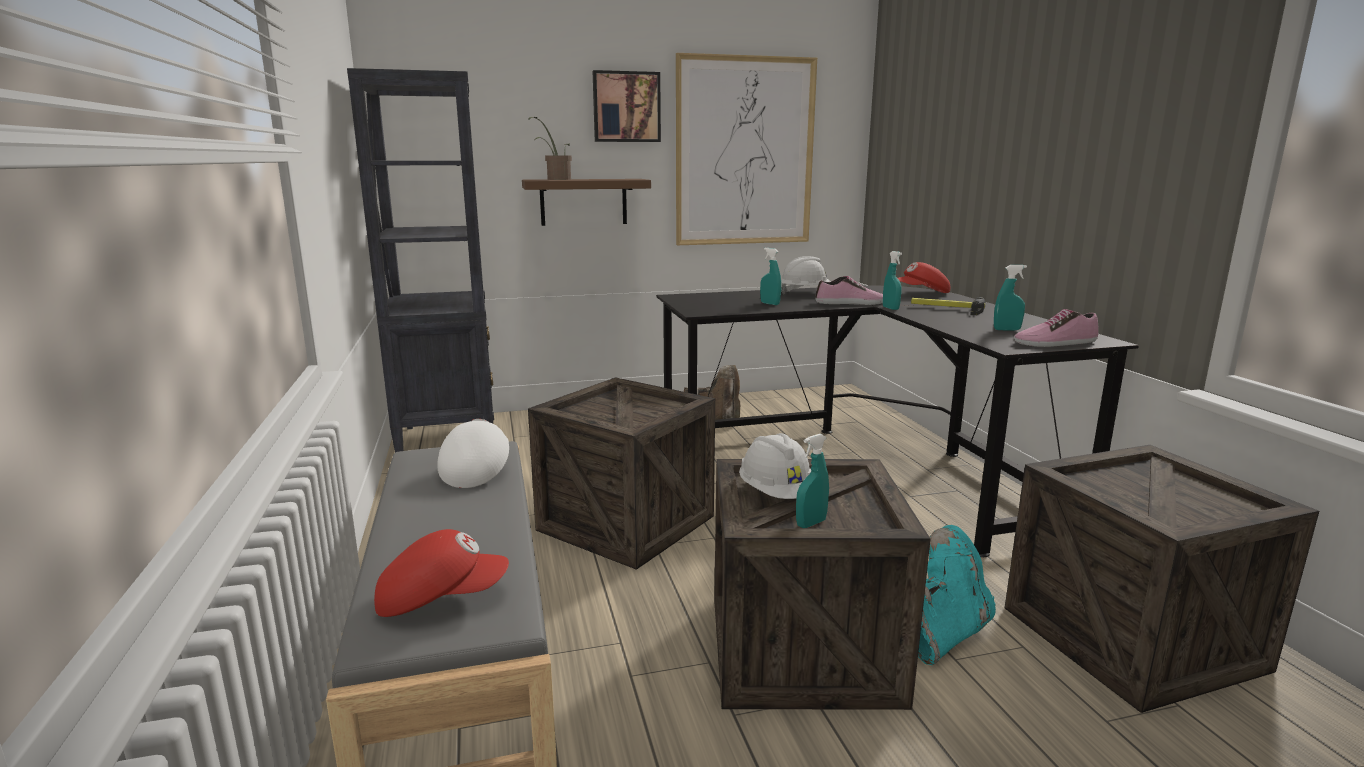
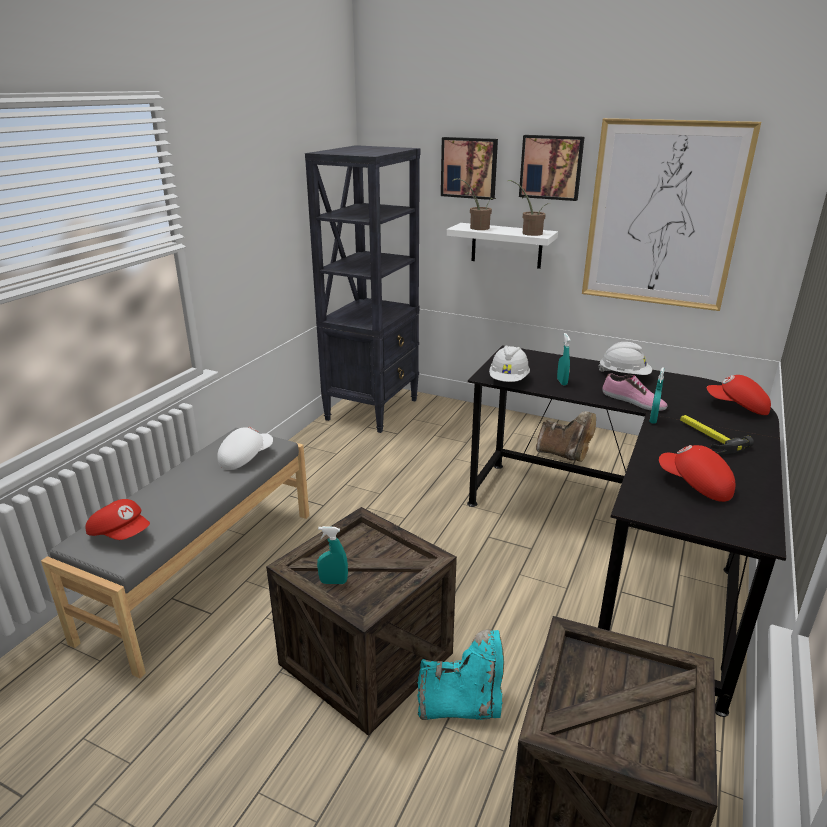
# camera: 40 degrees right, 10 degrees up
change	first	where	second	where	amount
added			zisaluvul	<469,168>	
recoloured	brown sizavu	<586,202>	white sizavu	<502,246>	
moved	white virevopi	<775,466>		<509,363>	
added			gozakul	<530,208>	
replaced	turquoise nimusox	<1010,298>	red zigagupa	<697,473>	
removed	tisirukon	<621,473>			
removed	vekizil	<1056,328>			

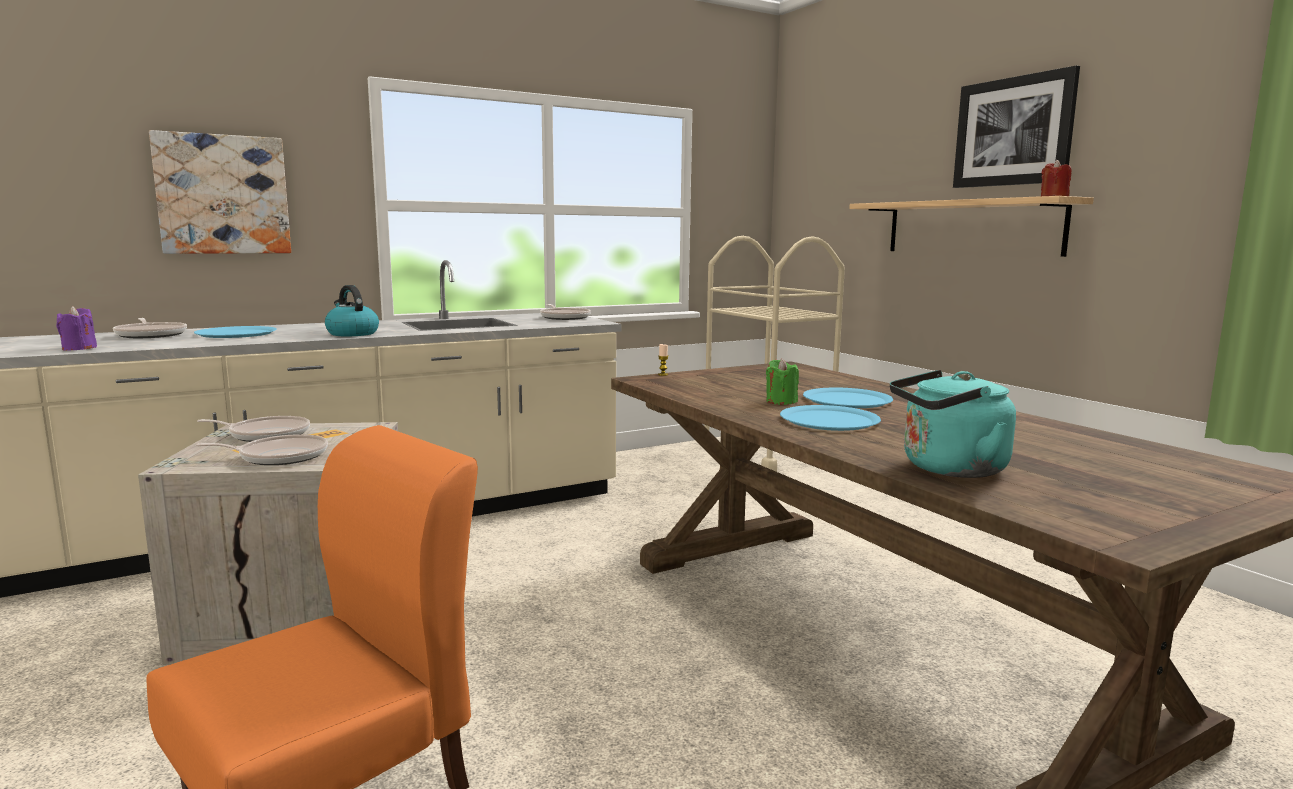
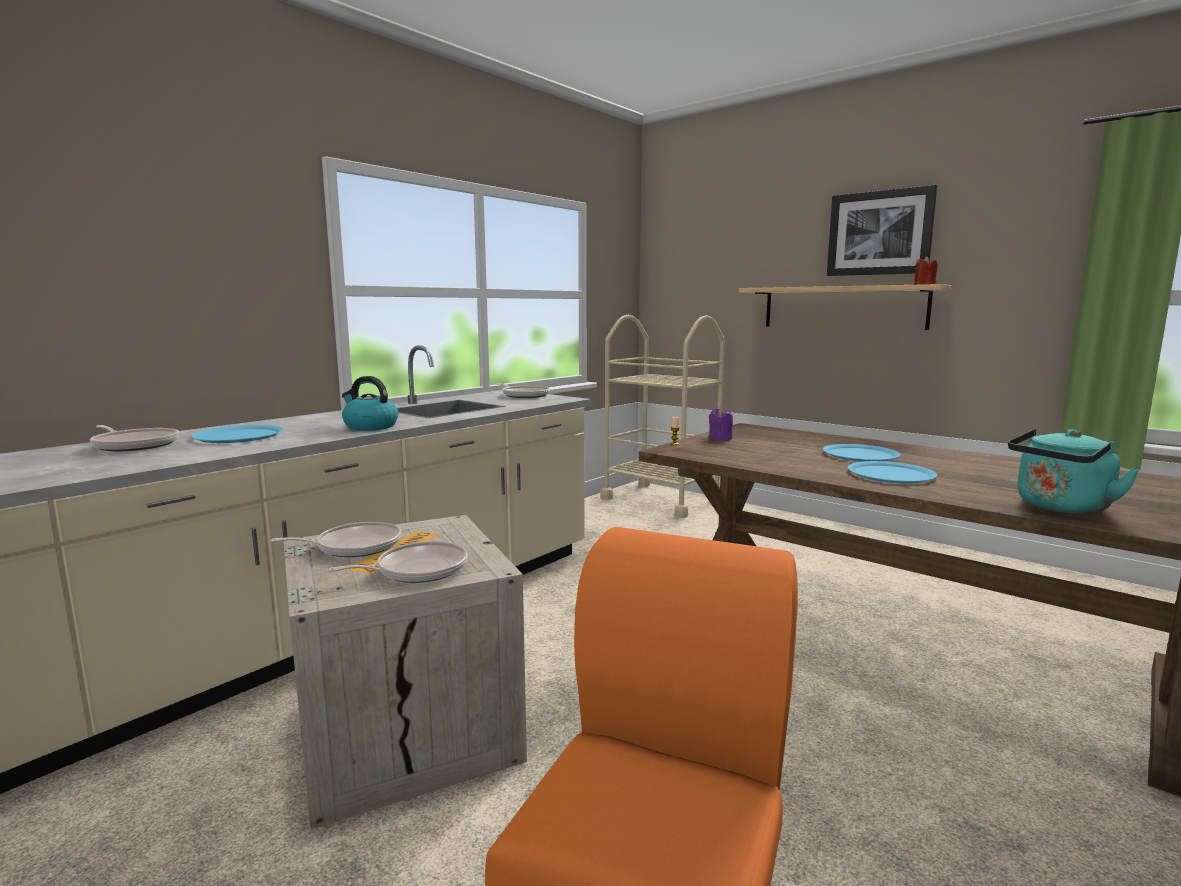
# camera: 20 degrees left, 0 degrees up
change	first	where	second	where	amount
moved	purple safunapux	<76,328>		<721,424>	
removed	zisaluvul	<220,192>			
removed	green safunapux	<782,381>			

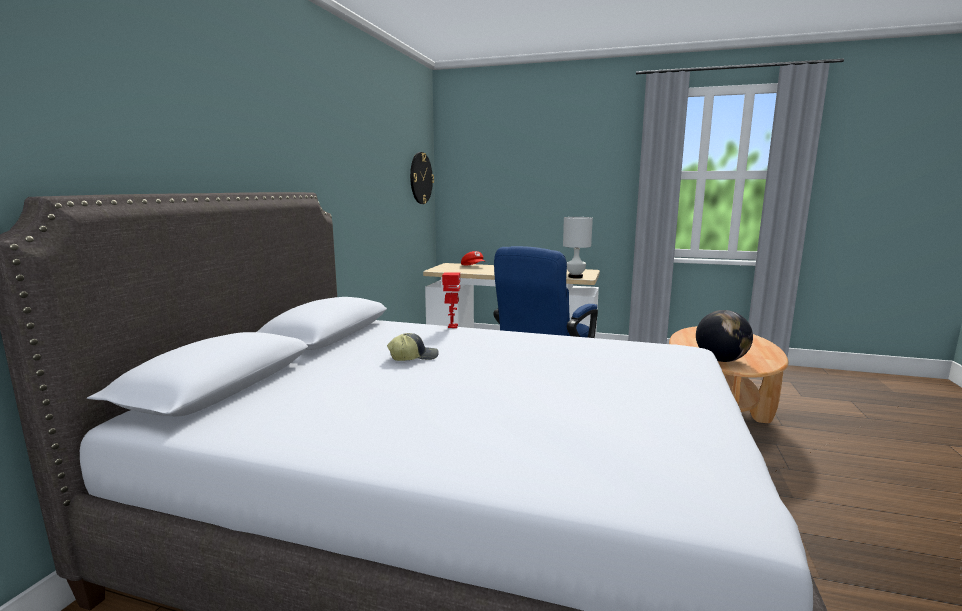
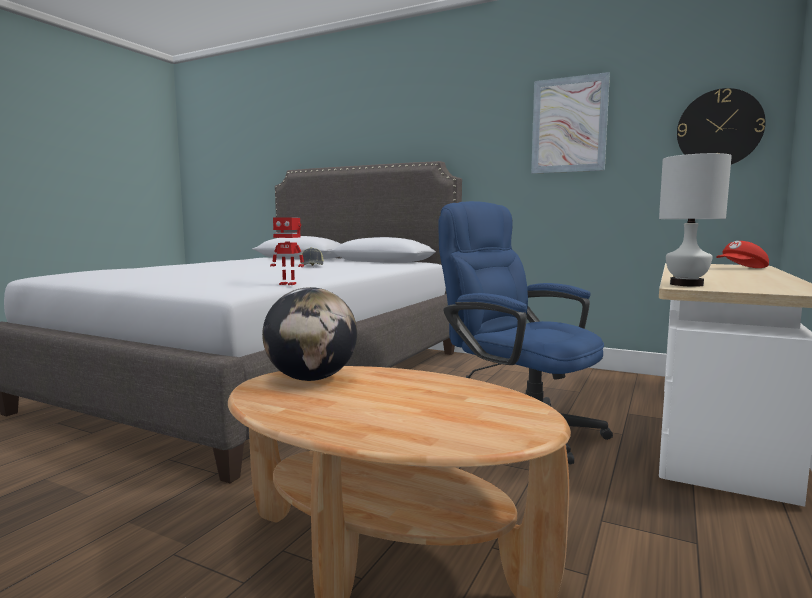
# camera: 100 degrees right, 5 degrees down
change	first	where	second	where	amount
moved	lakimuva	<451,300>		<287,251>	
added			zisaluvul	<570,123>	

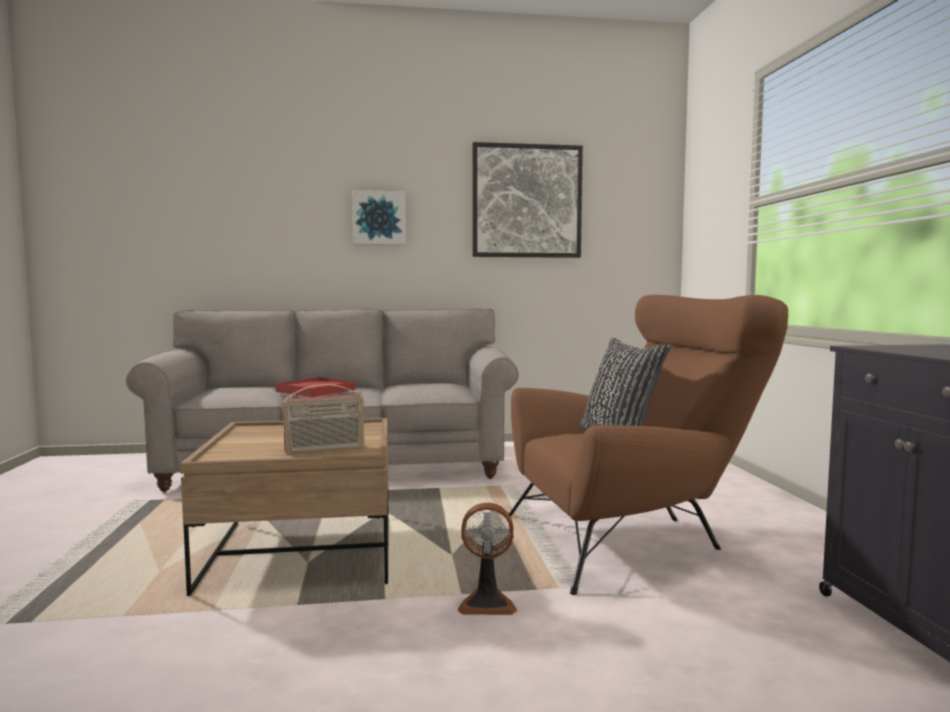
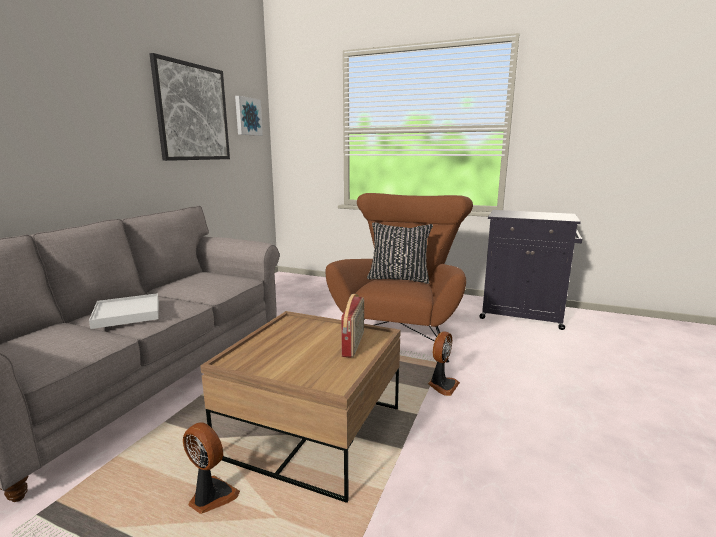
# camera: 60 degrees left, 10 degrees up
change	first	where	second	where	amount
recoloured	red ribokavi	<315,387>	white ribokavi	<124,311>	
added			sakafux	<211,468>	
moved	zisaluvul	<379,217>		<249,116>	

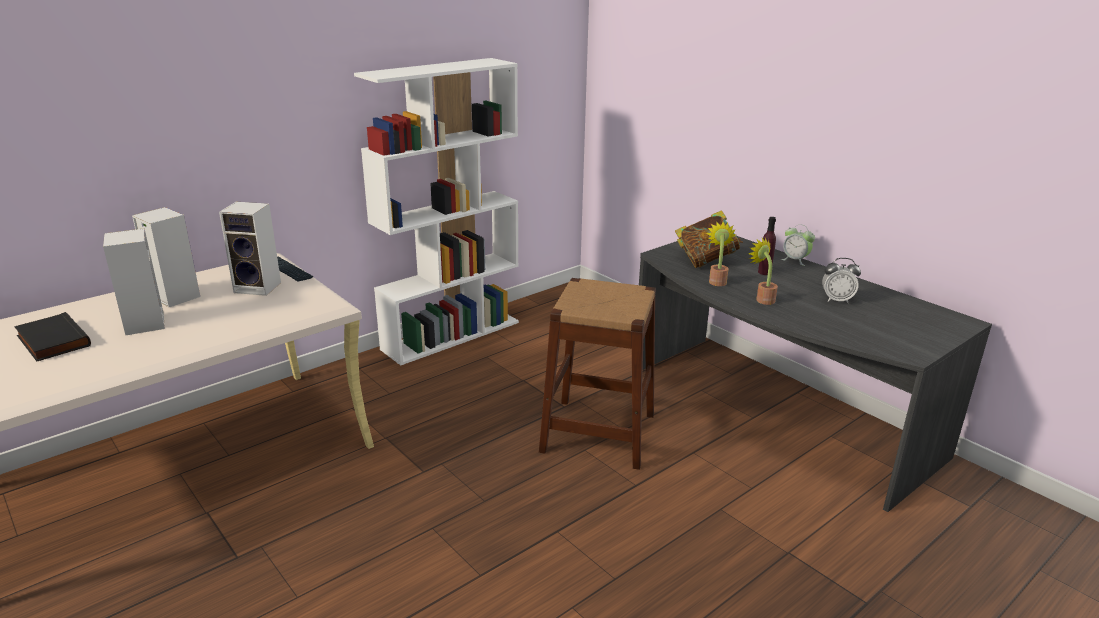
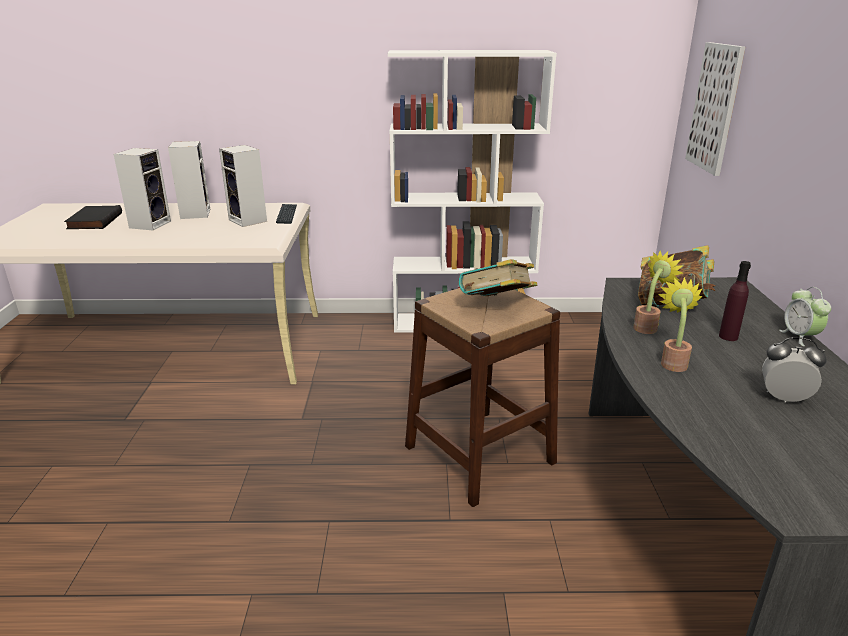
# camera: 40 degrees right, 0 degrees up
change	first	where	second	where	amount
added			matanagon	<498,277>	
added			zisaluvul	<715,109>	
turned	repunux	<841,280>		<794,370>	150 degrees clockwise

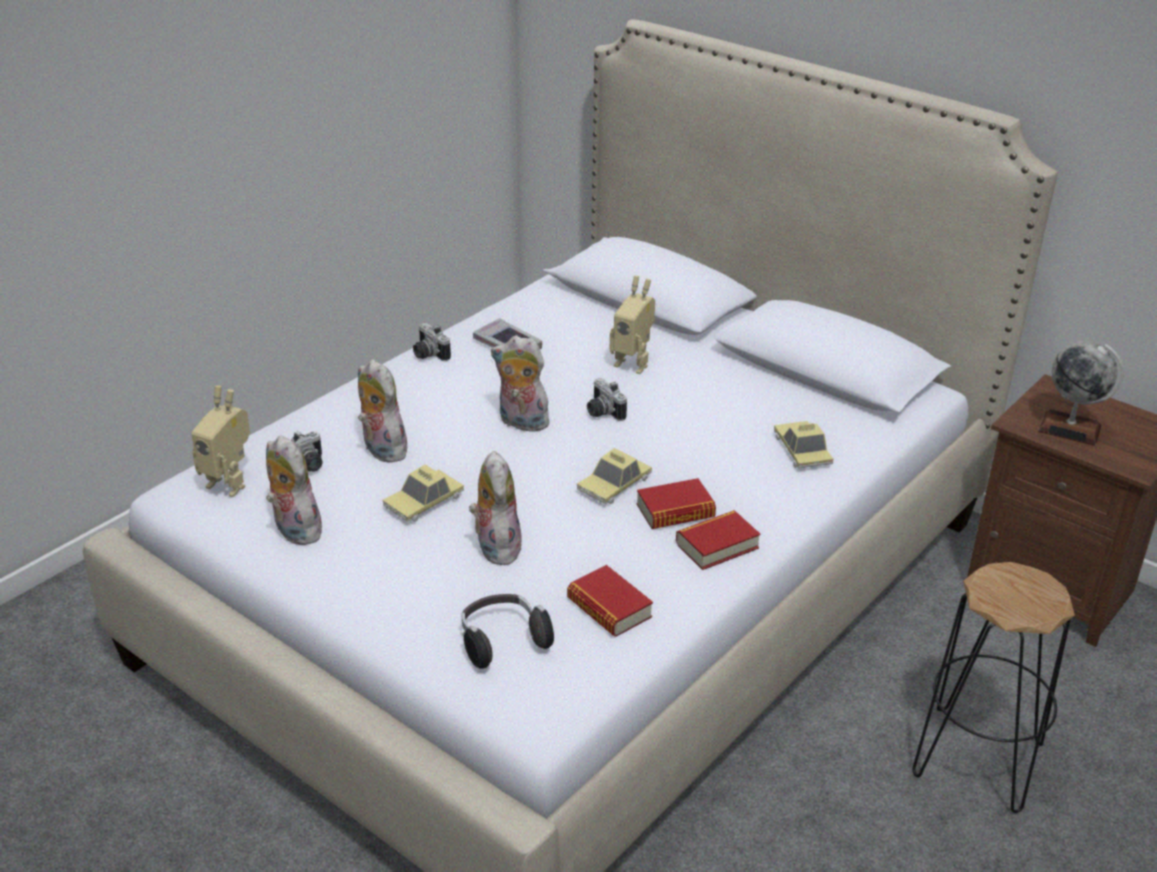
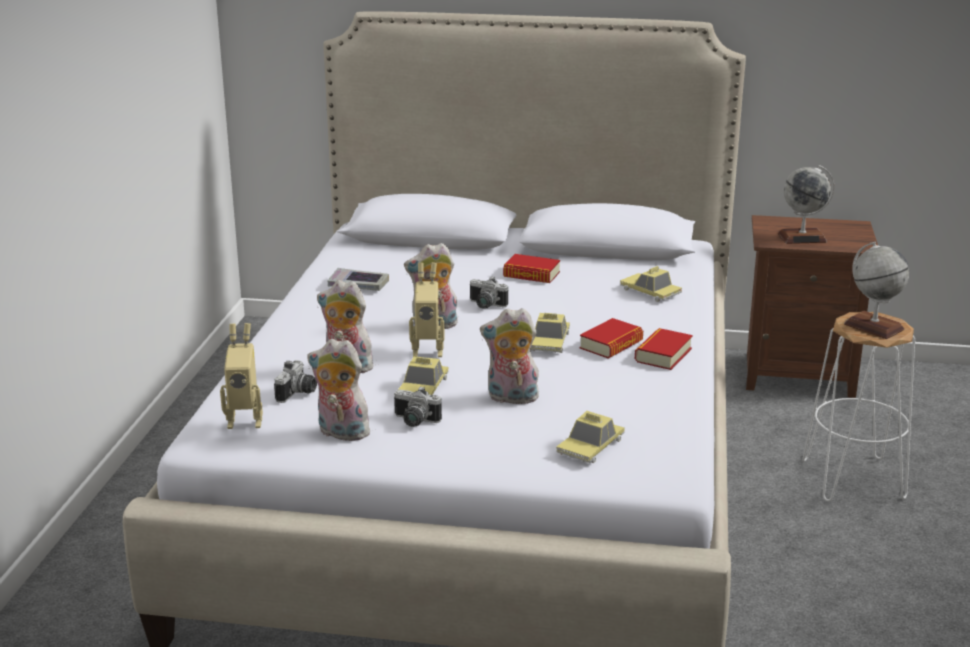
# camera: 30 degrees left, 10 degrees down
change	first	where	second	where	amount
moved	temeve	<432,342>		<418,406>	
moved	lakimuva	<632,324>		<427,310>	
turned	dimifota	<495,508>		<509,356>	45 degrees counterclockwise
moved	matanagon	<610,601>		<531,268>	
replaced	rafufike	<508,631>	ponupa	<590,437>	
recoloured	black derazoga	<993,687>	white derazoga	<858,406>	
added			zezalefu	<876,290>	

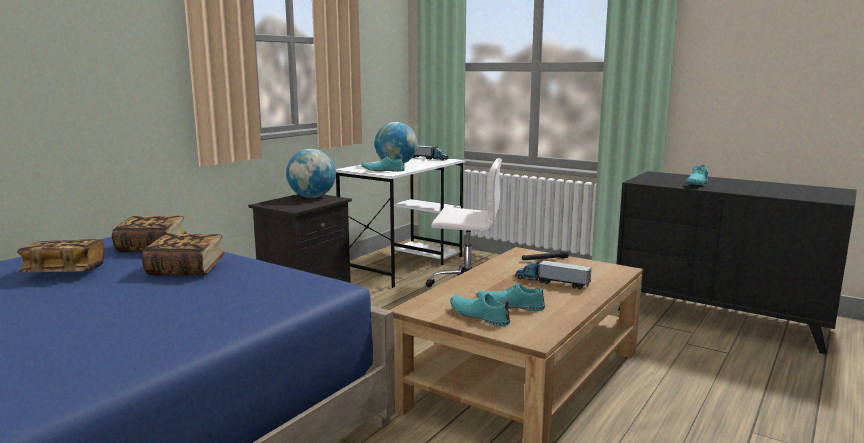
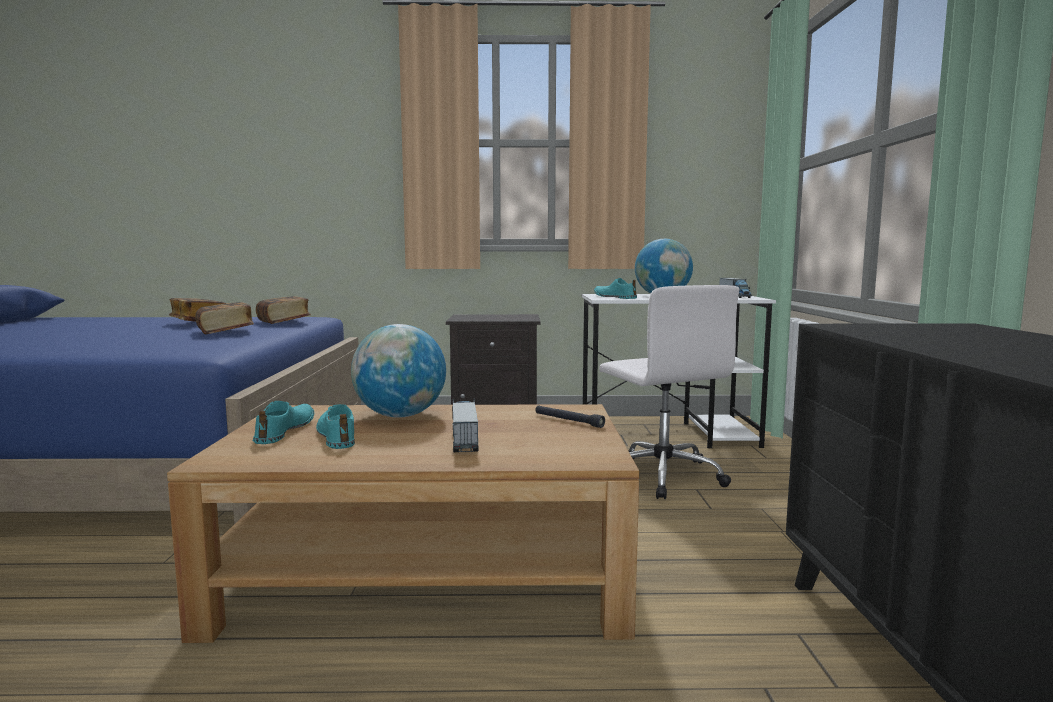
# camera: 55 degrees right, 5 degrees down
change	first	where	second	where	amount
moved	zezalefu	<311,173>		<398,371>	
removed	turquoise vekizil	<696,175>			

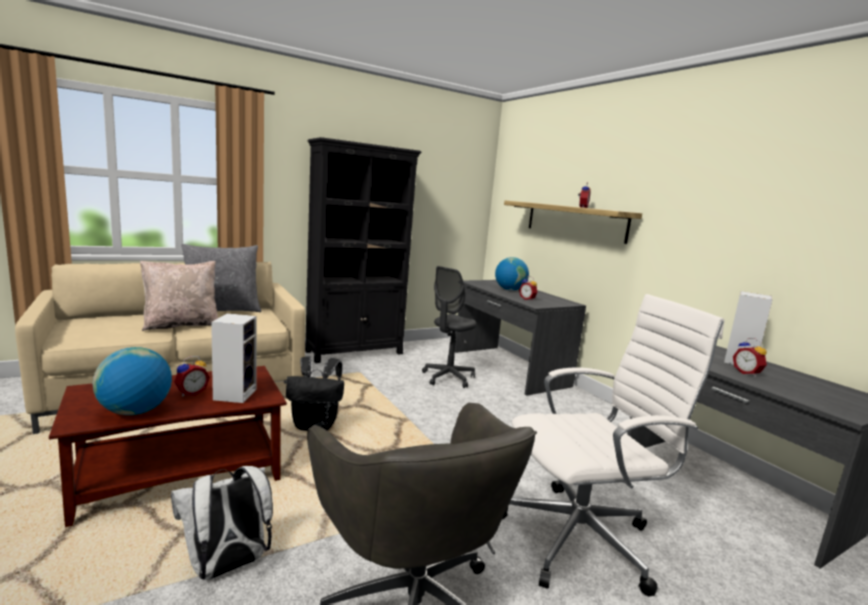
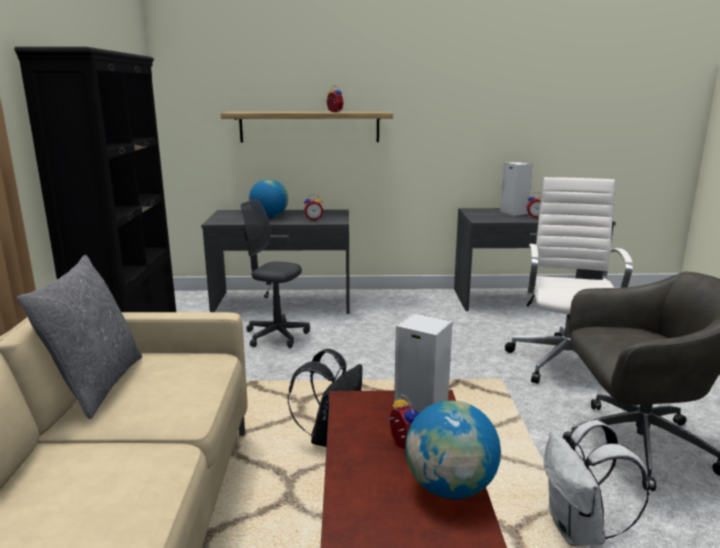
# camera: 60 degrees left, 5 degrees up
change	first	where	second	where	amount
turned	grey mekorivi	<449,327>		<275,273>	135 degrees clockwise
removed	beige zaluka	<179,296>			

